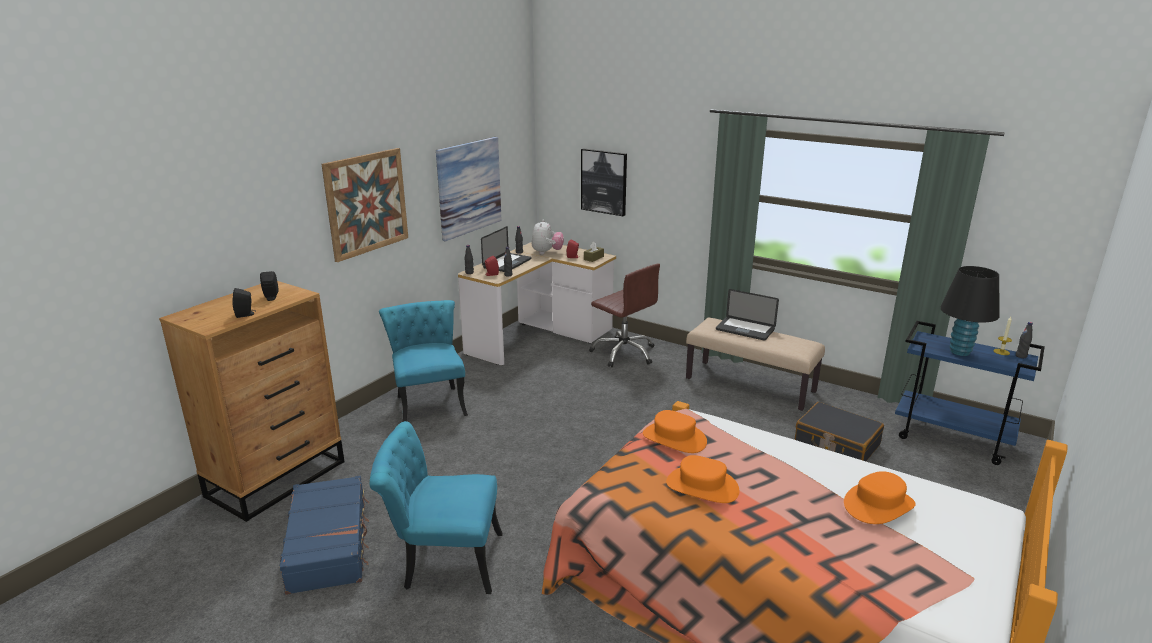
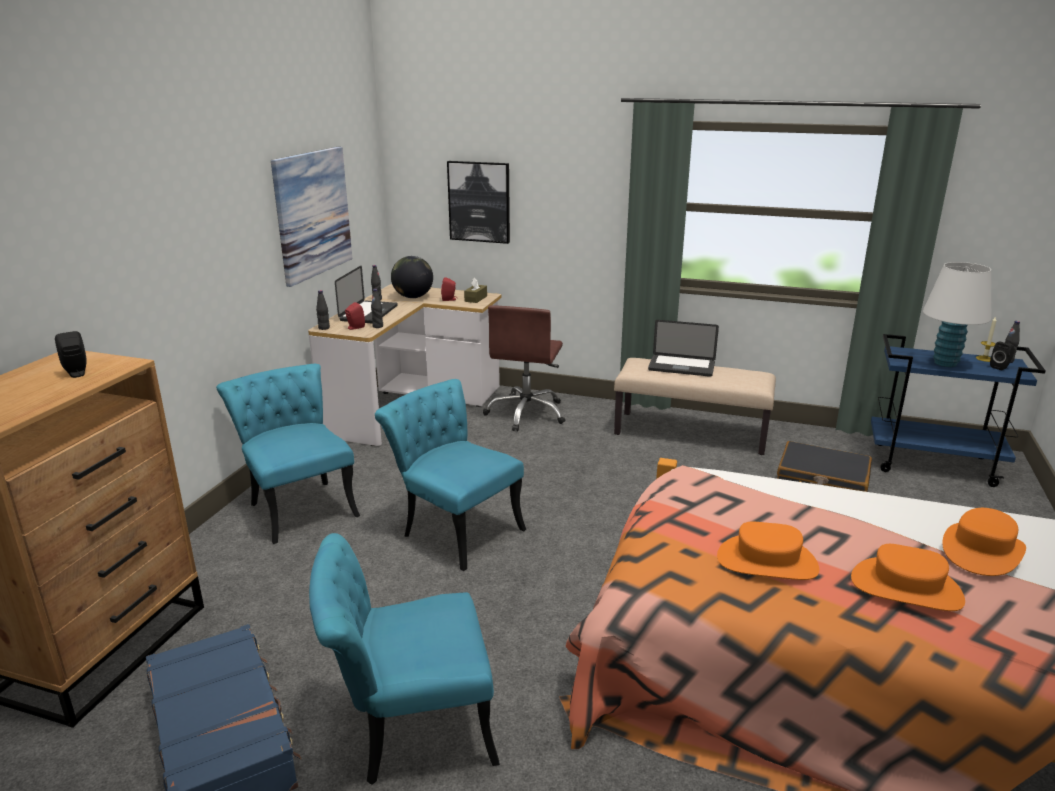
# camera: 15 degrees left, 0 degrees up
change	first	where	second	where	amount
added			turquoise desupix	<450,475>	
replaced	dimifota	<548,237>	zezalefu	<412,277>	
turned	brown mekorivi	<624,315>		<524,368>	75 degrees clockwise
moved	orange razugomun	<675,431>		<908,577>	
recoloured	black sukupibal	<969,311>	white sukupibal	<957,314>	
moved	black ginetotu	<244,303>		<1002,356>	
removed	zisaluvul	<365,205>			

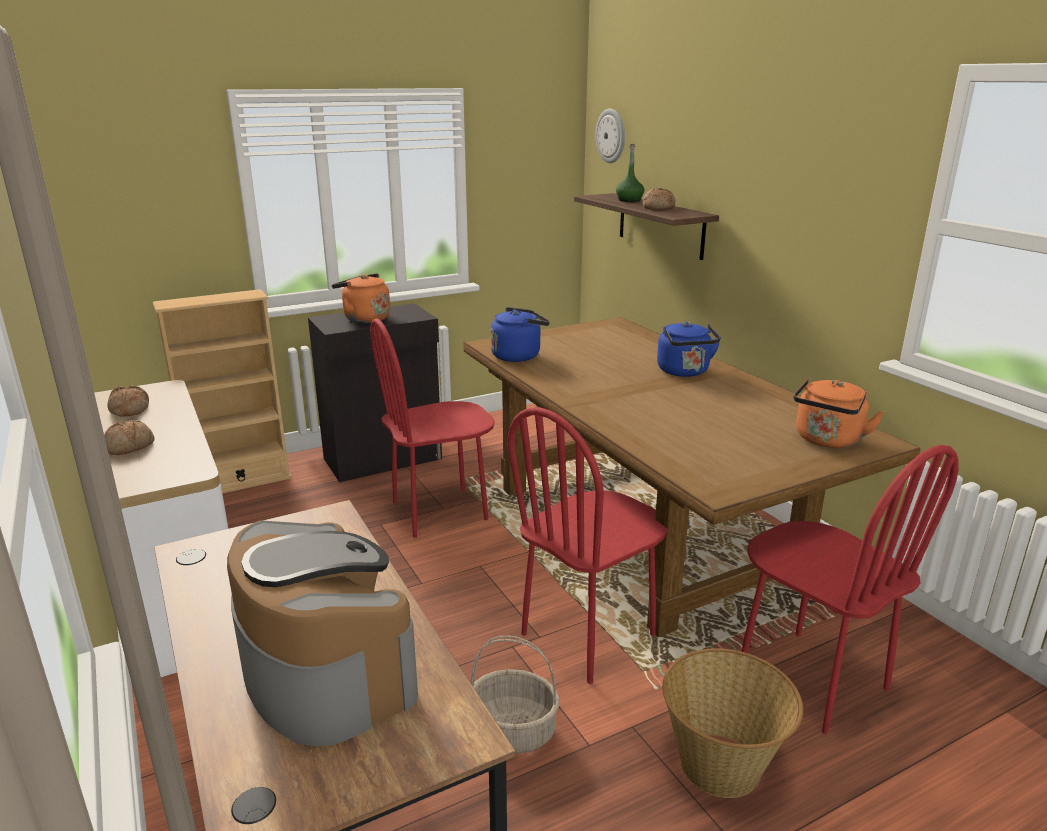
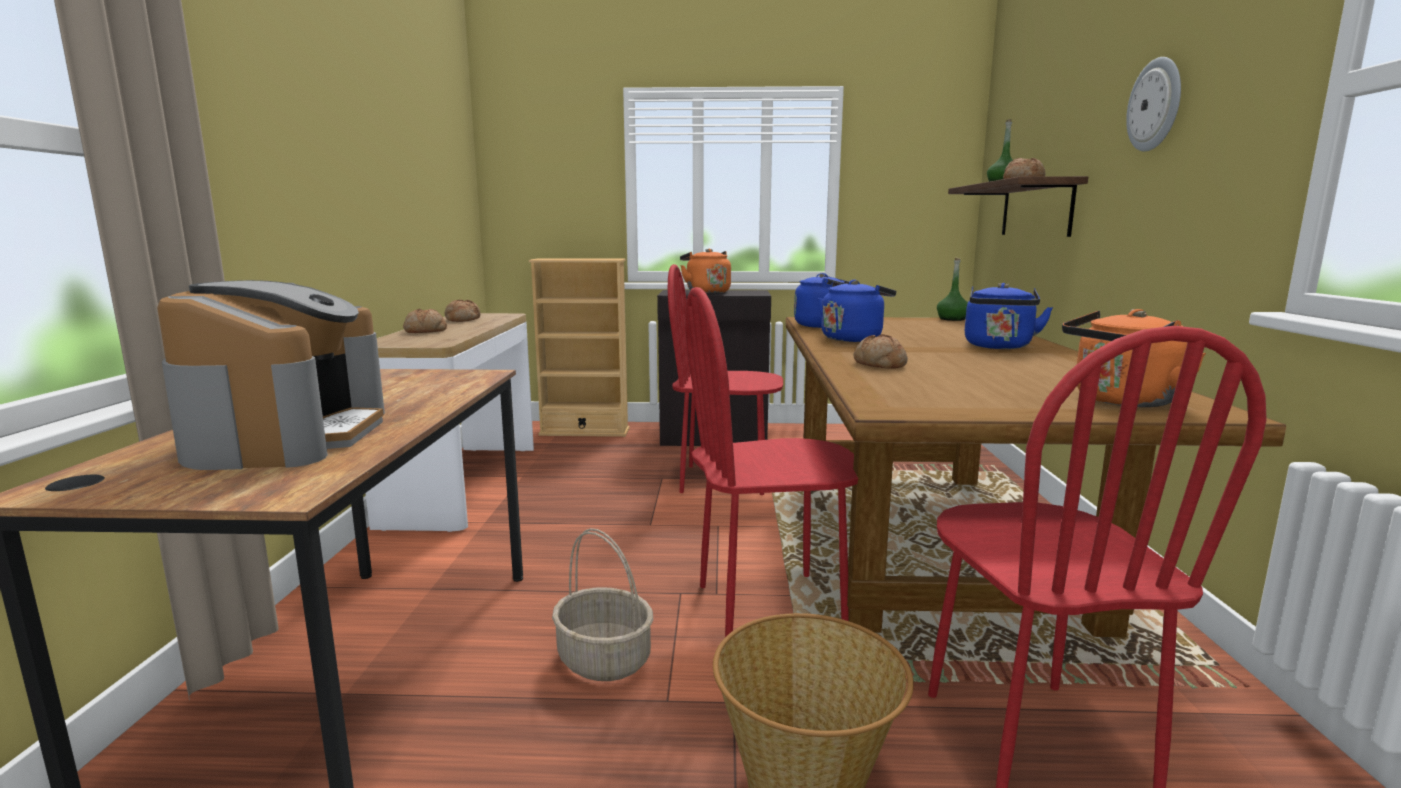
# camera: 30 degrees right, 10 degrees down
change	first	where	second	where	amount
added			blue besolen	<857,310>	
added			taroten	<881,351>	
added			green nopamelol	<952,289>	
moved	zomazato	<610,136>		<1153,104>	

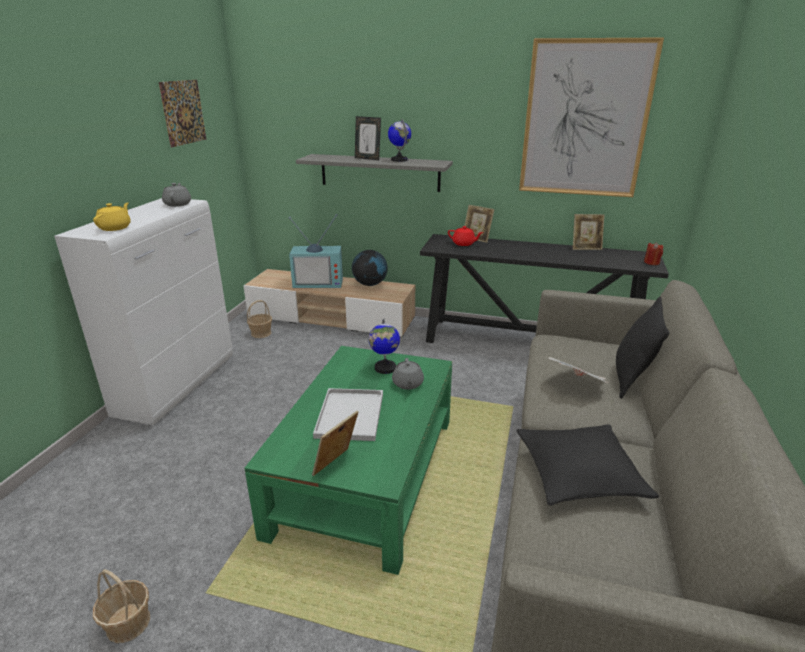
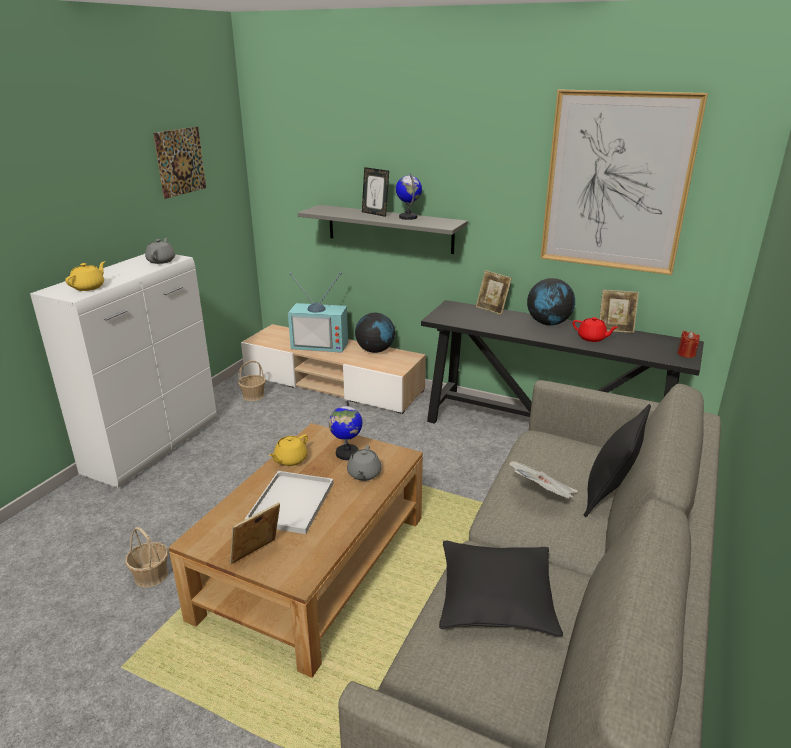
# camera: 10 degrees right, 0 degrees up
change	first	where	second	where	amount
moved	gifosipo	<121,606>		<146,557>	
recoloured	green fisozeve	<348,460>	brown fisozeve	<295,550>	
added			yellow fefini	<288,450>	
added			zezalefu	<551,302>	
moved	red fefini	<465,236>		<595,329>	

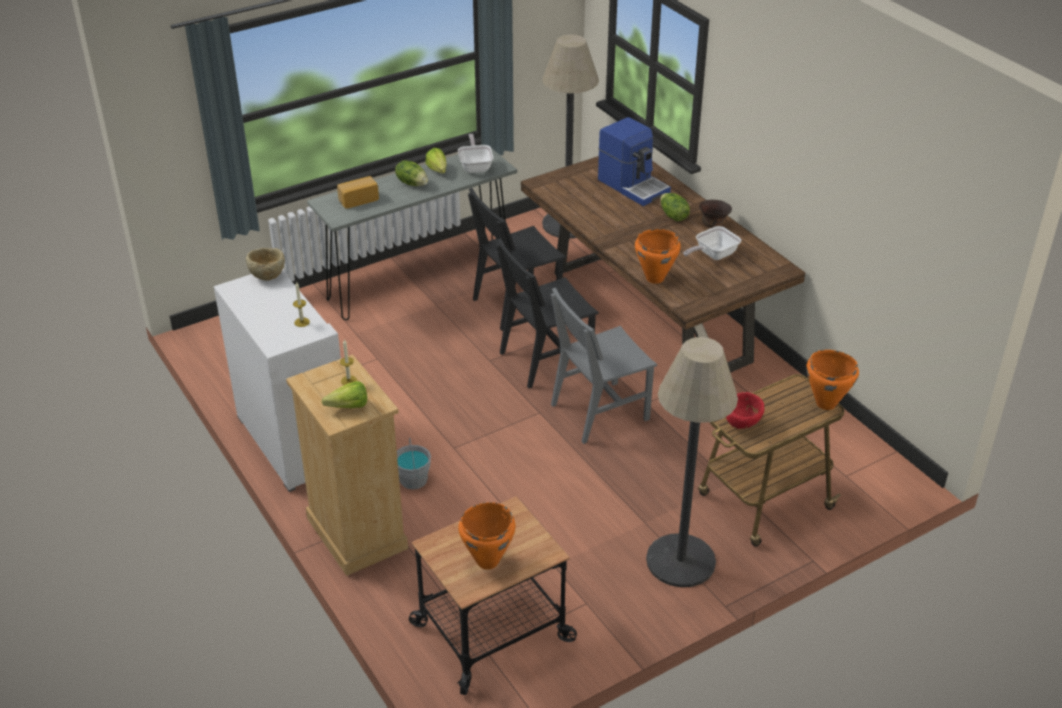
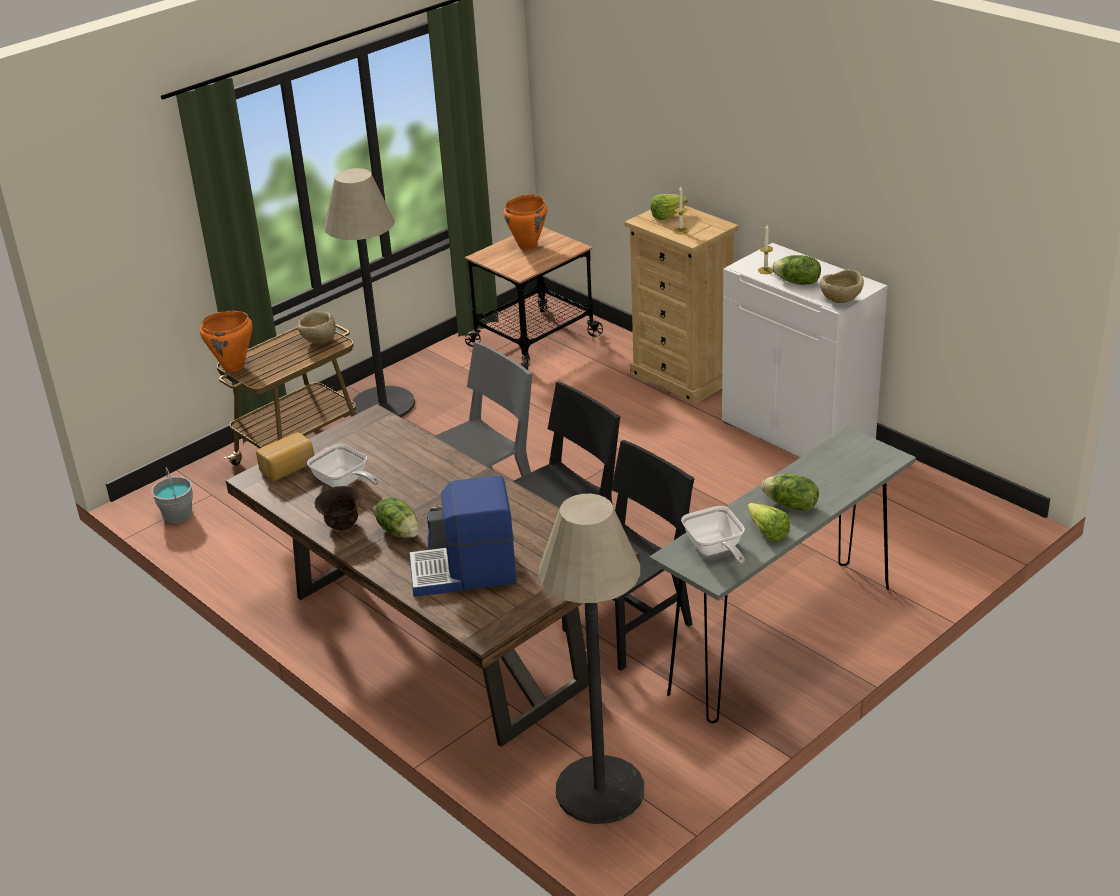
# camera: 170 degrees right, 5 degrees down
change	first	where	second	where	amount
moved	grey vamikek	<414,464>		<172,495>	
moved	taroten	<358,192>		<285,456>	
recoloured	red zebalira	<745,410>	beige zebalira	<317,327>	
turned	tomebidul	<712,243>		<343,465>	90 degrees clockwise
turned	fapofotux	<634,161>		<463,536>	45 degrees counterclockwise
added			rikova	<796,270>	
removed	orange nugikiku	<658,256>			

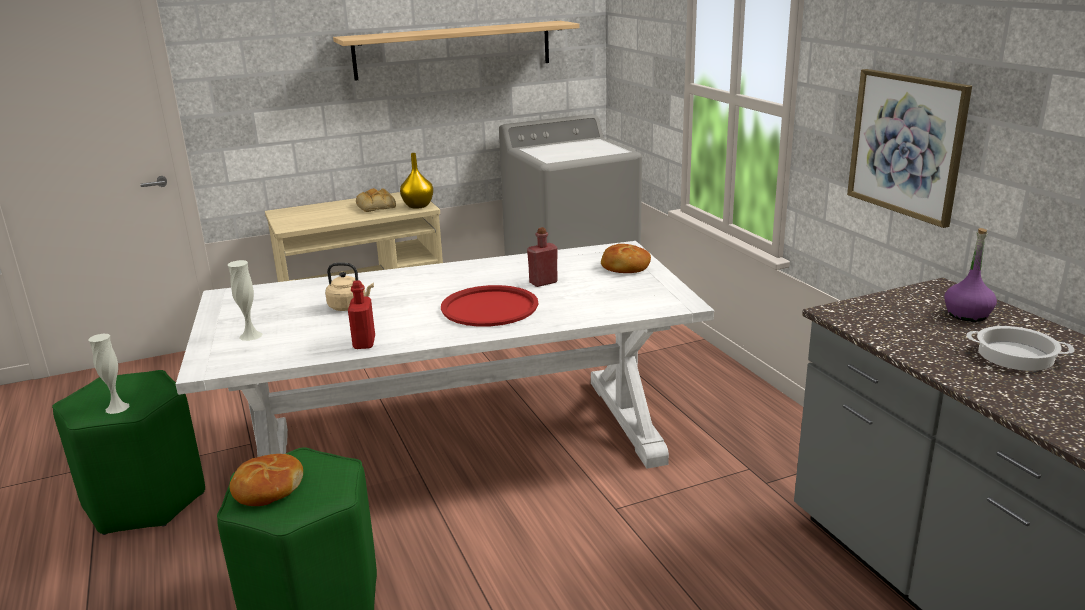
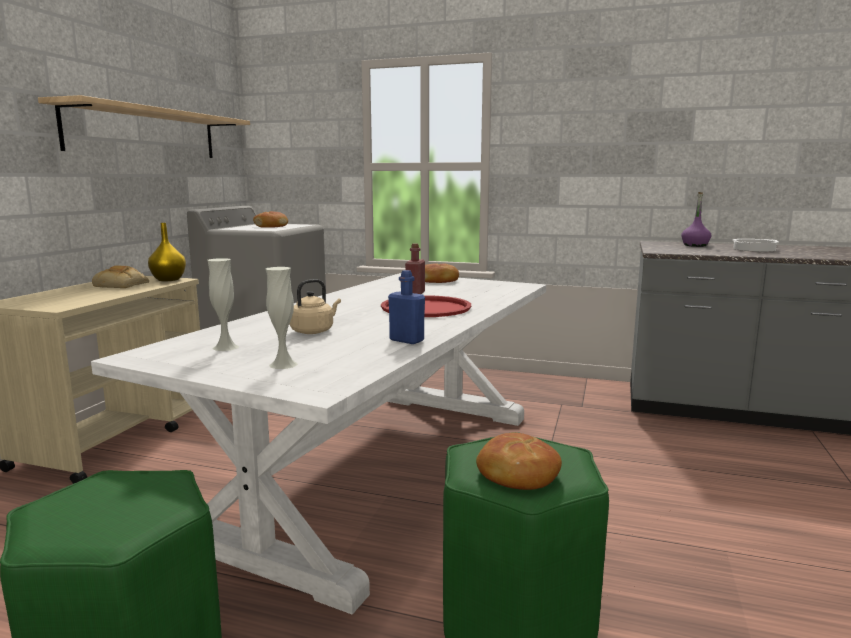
# camera: 50 degrees left, 10 degrees down
change	first	where	second	where	amount
moved	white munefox	<108,374>		<223,304>	
added			taroten	<270,219>	
recoloured	red nopamelol	<361,314>	blue nopamelol	<406,307>	
removed	zisaluvul	<909,148>			

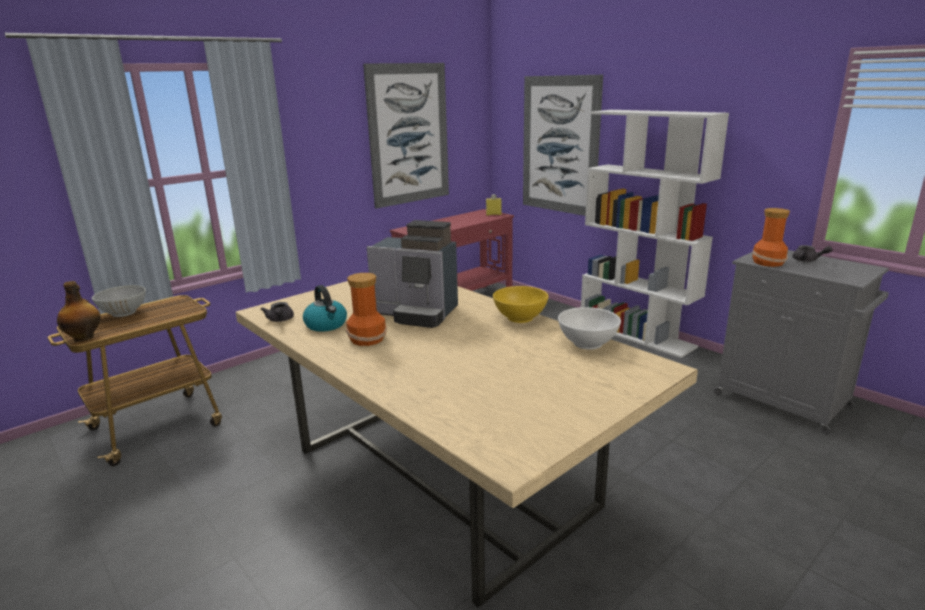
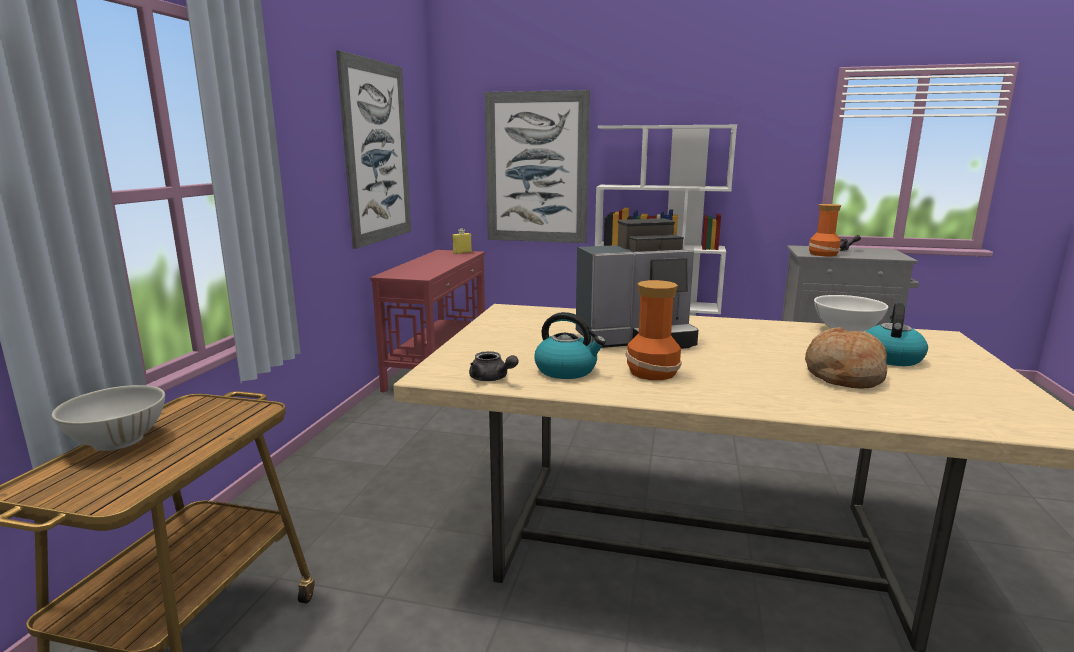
# camera: 35 degrees left, 5 degrees down
change	first	where	second	where	amount
added			taroten	<846,358>	
added			besolen	<897,334>	
removed	nopamelol	<79,311>			
removed	yellow zebalira	<521,304>			

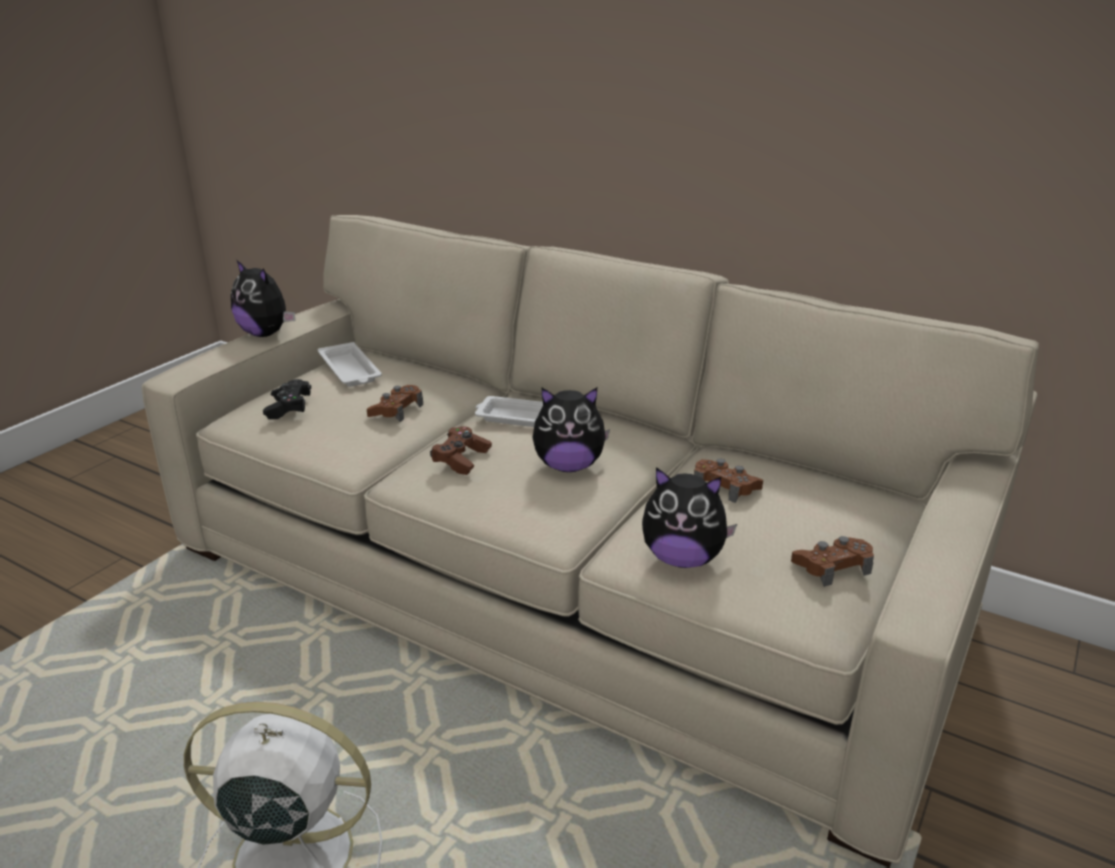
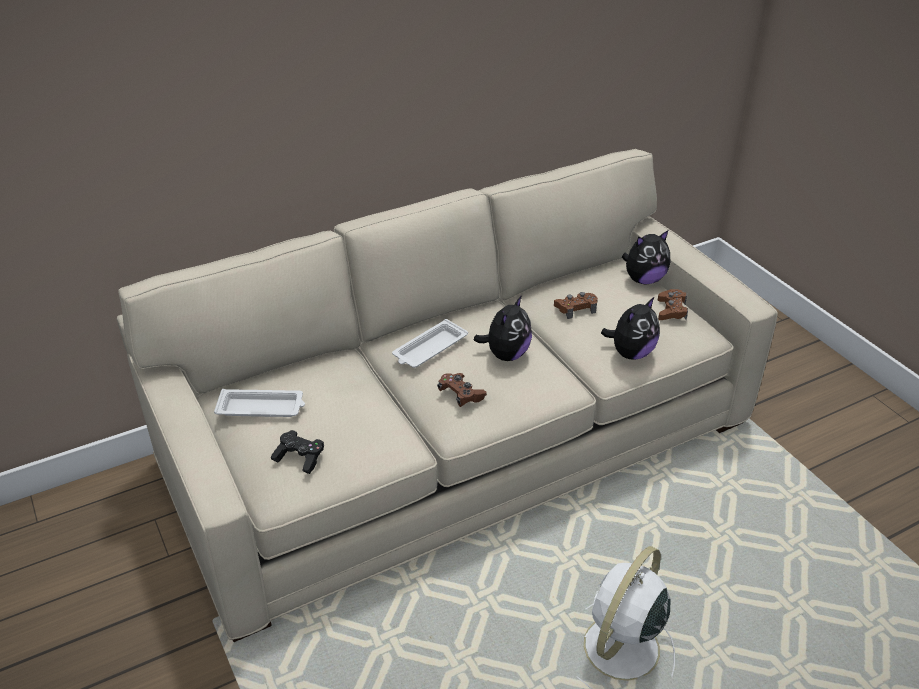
# camera: 60 degrees left, 10 degrees up
change	first	where	second	where	amount
moved	dimifota	<263,298>		<646,257>	
removed	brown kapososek	<395,403>			

